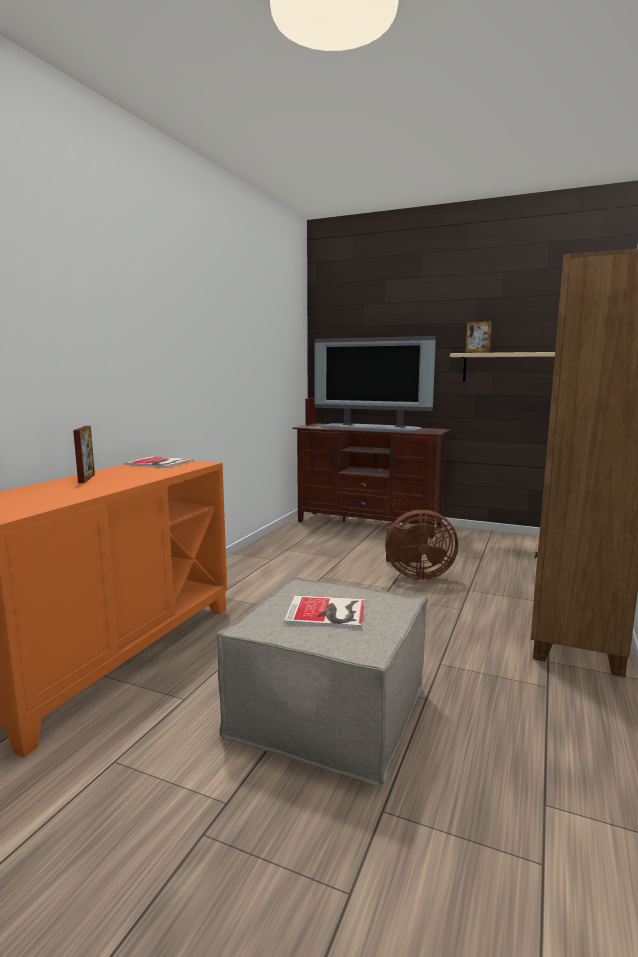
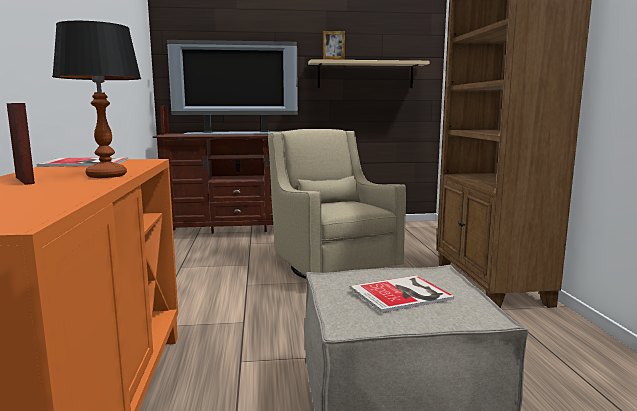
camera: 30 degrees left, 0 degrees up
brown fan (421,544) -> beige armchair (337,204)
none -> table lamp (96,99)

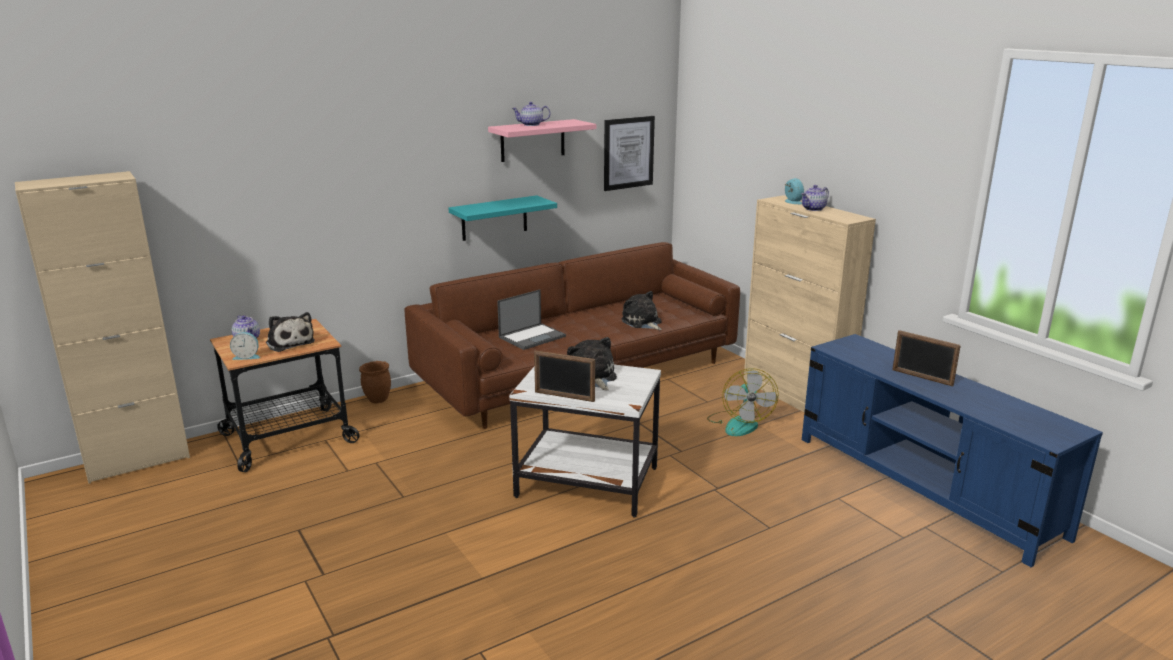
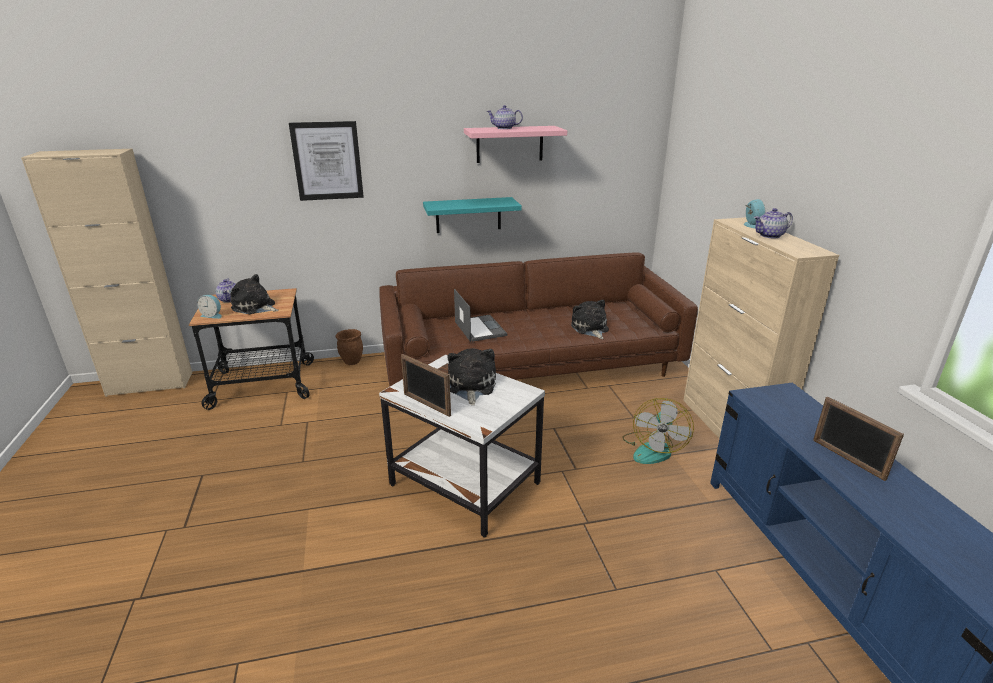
camera: 20 degrees right, 5 degrees up
plush toy (290,332) -> plush toy (254,294), 135 degrees clockwise
laptop (531,320) -> laptop (480,315), 90 degrees counterclockwise
picture (629,153) -> picture (326,161), moved

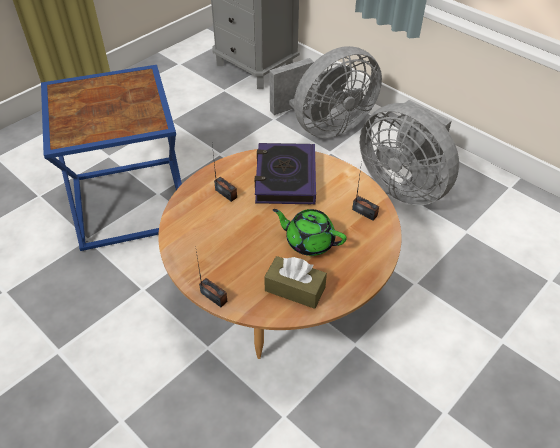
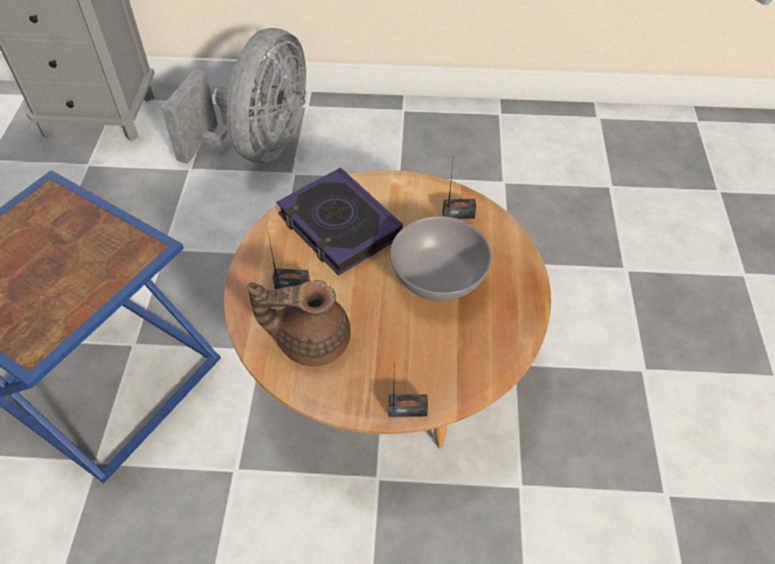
camera: 40 degrees left, 5 degrees up
brown tissue box (295,282) -> none
green teapot (310,232) -> grey bowl (441,258)
grey fan (409,152) -> none
none -> brown teapot (299,323)

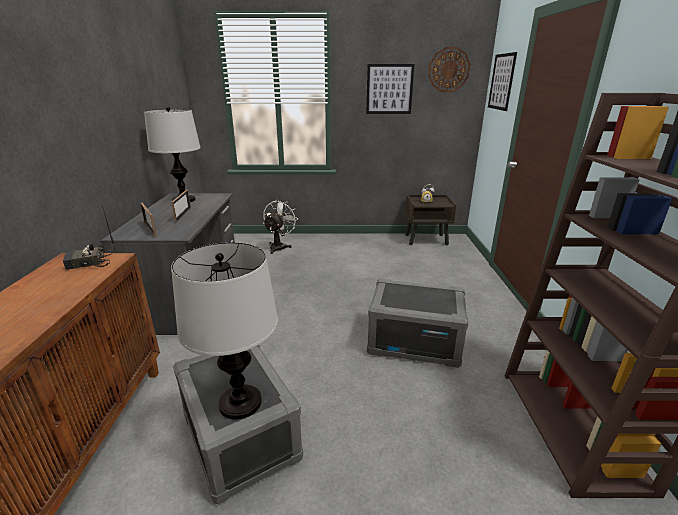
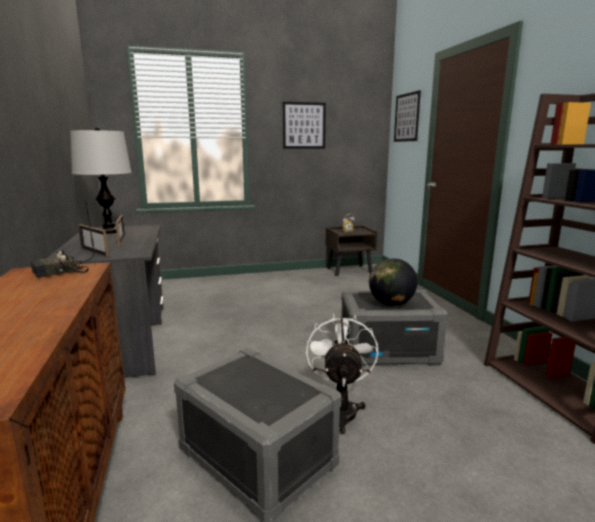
camera: 15 degrees left, 10 degrees down
table lamp (224,331) -> none
white fan (280,227) -> white fan (342,373), moved
wall clock (449,69) -> none
none -> globe (393,282)

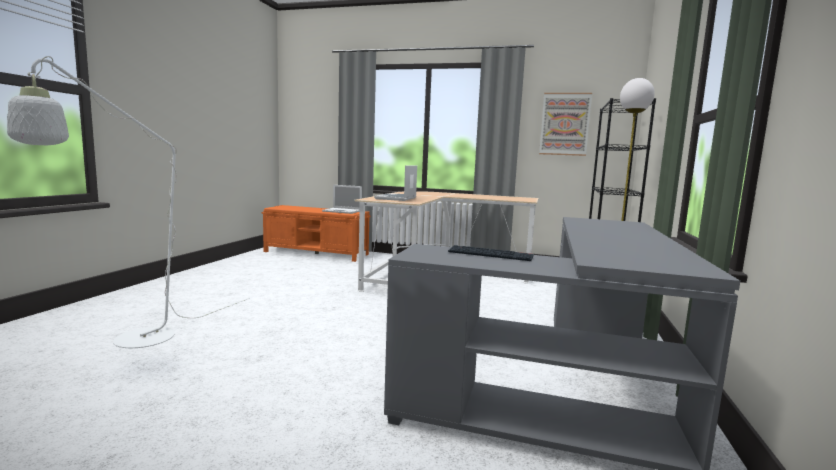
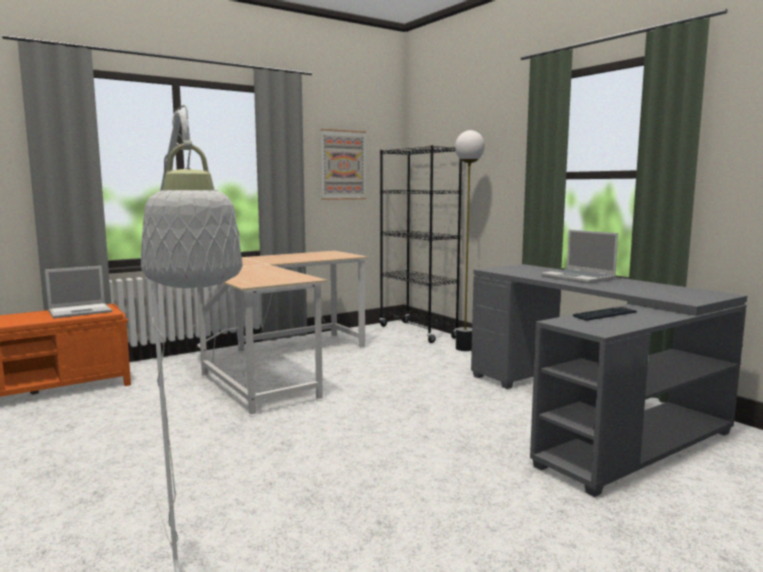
camera: 50 degrees left, 0 degrees up
laptop (395,183) -> laptop (579,257), moved

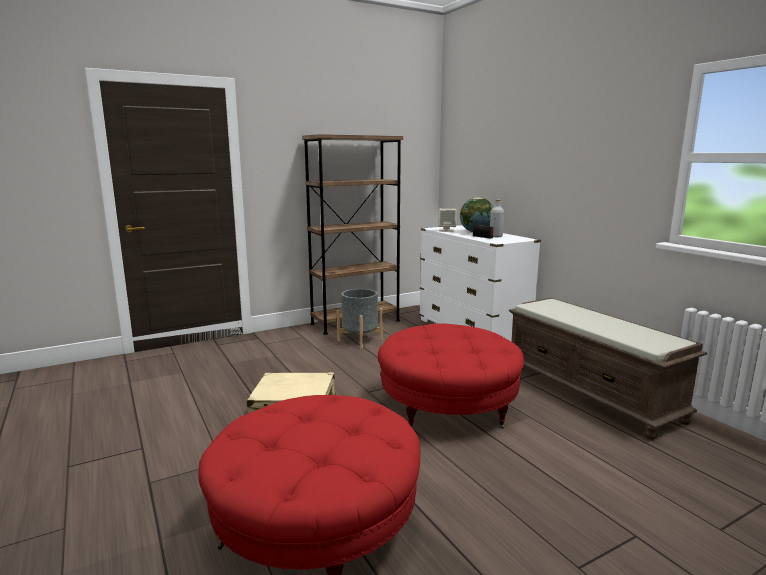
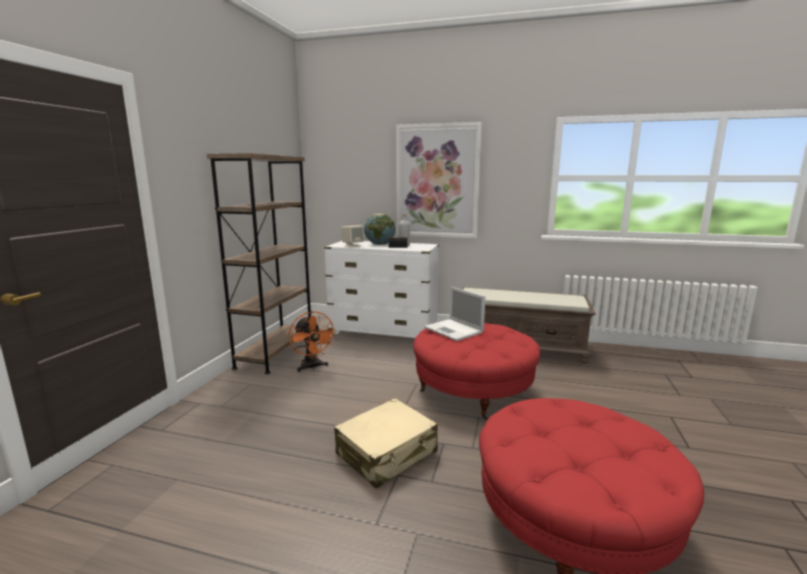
camera: 45 degrees left, 0 degrees up
grey planter (360,319) -> orange fan (312,341)
none -> picture (439,180)
none -> laptop (454,314)

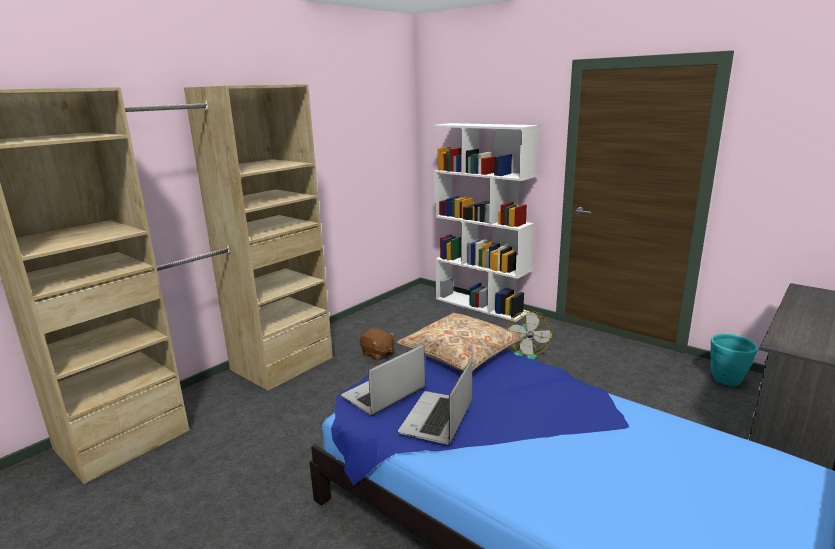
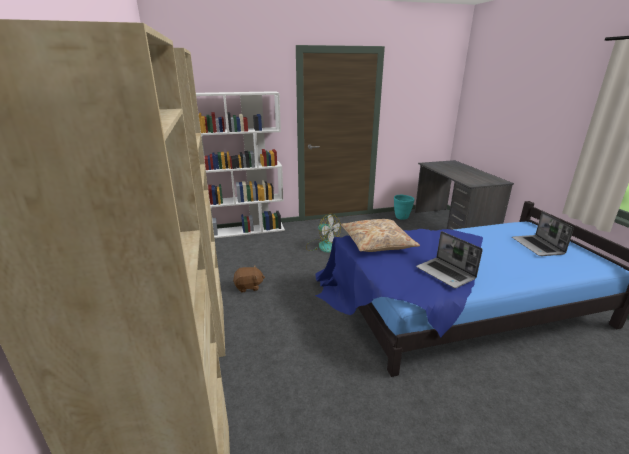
camera: 55 degrees left, 5 degrees up
laptop (383,380) -> laptop (543,234), moved

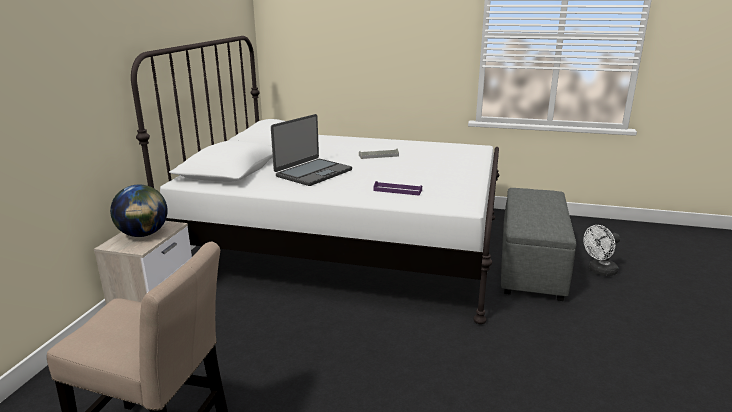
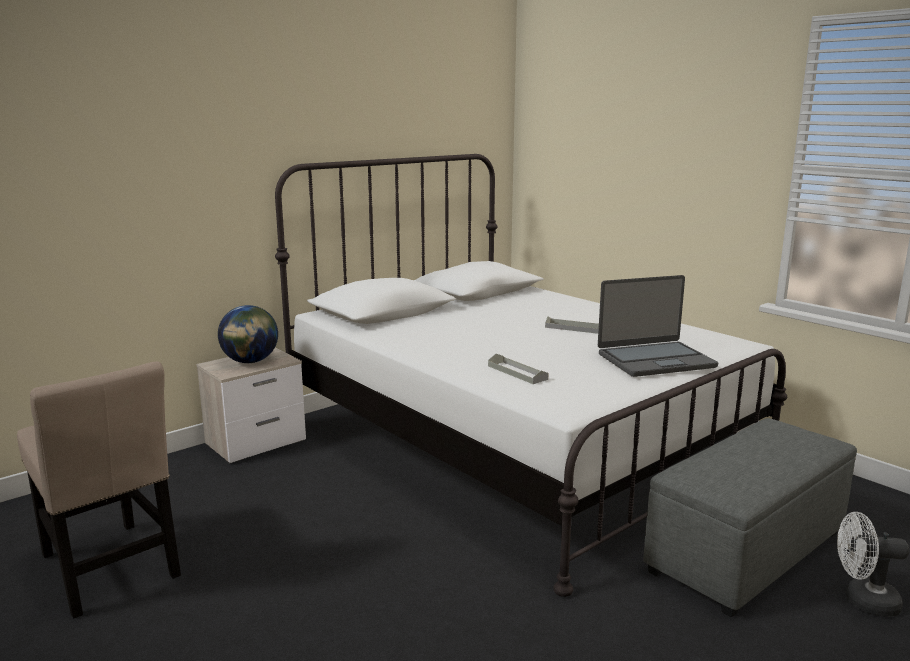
camera: 35 degrees right, 5 degrees down
laptop (311,150) -> laptop (658,326), moved
purple tray (397,188) -> grey tray (518,369)

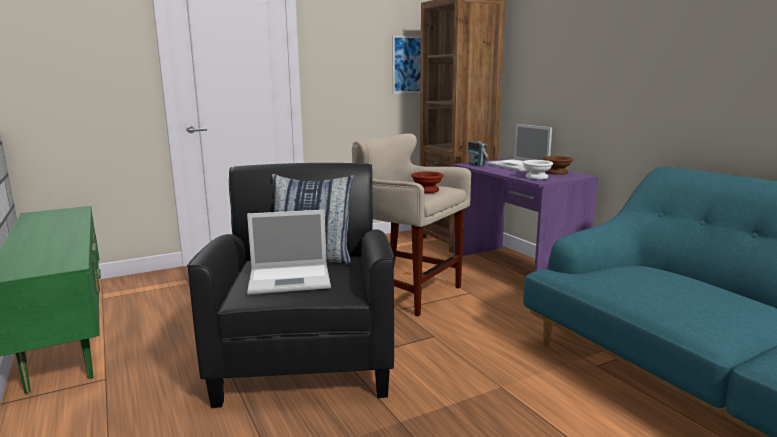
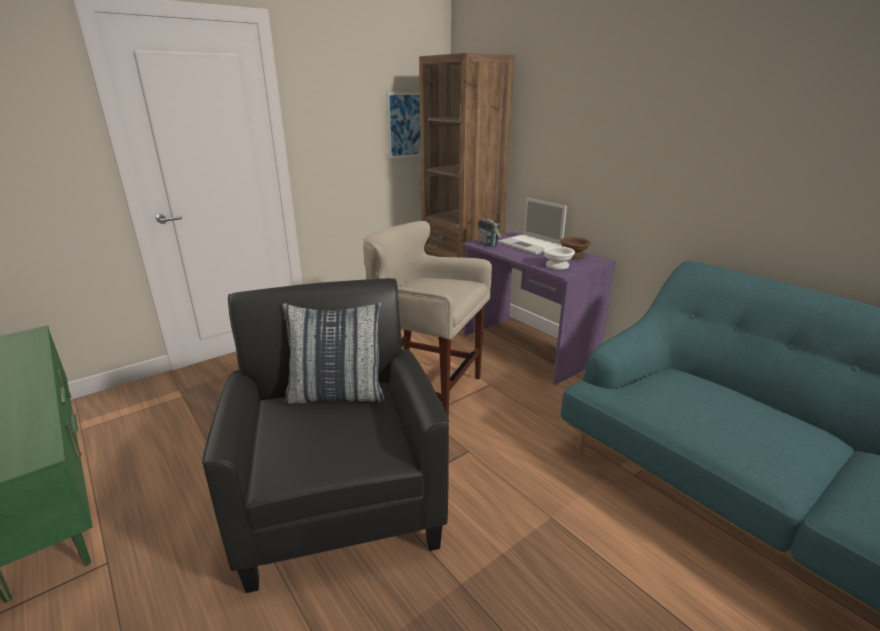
camera: 10 degrees left, 10 degrees up
laptop (289,252) -> none
brown bowl (427,182) -> none

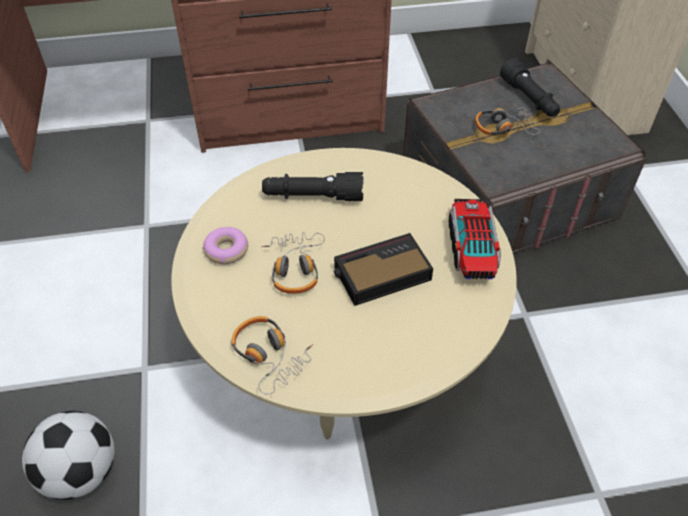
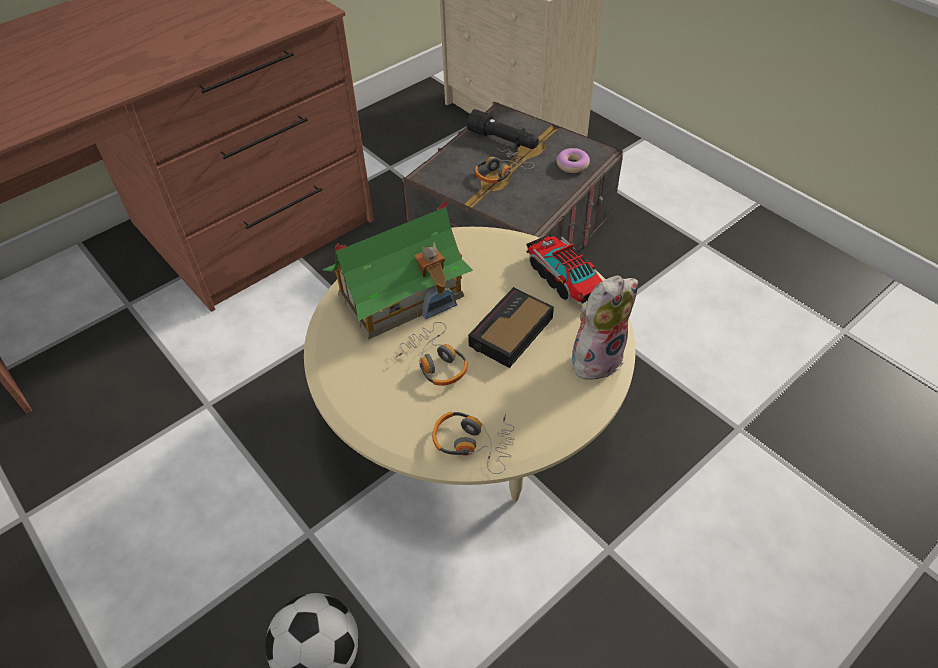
camera: 30 degrees left, 0 degrees up
donut (226,245) -> donut (573,160), moved
black flashlight (312,186) -> toy house (398,270)
none -> plush toy (605,329)

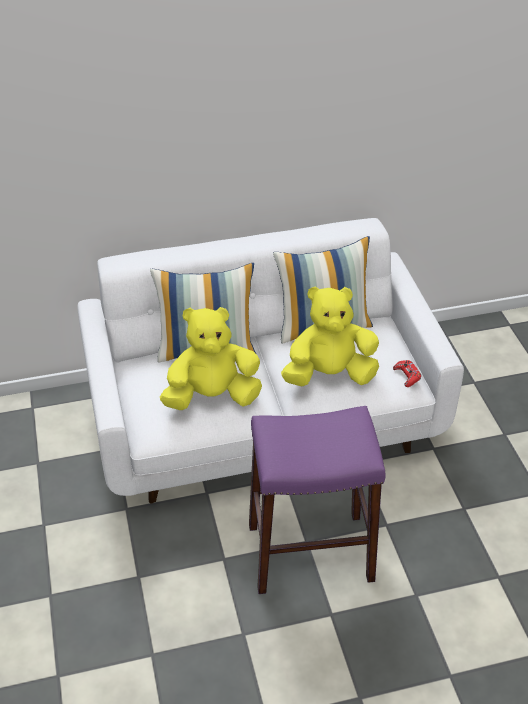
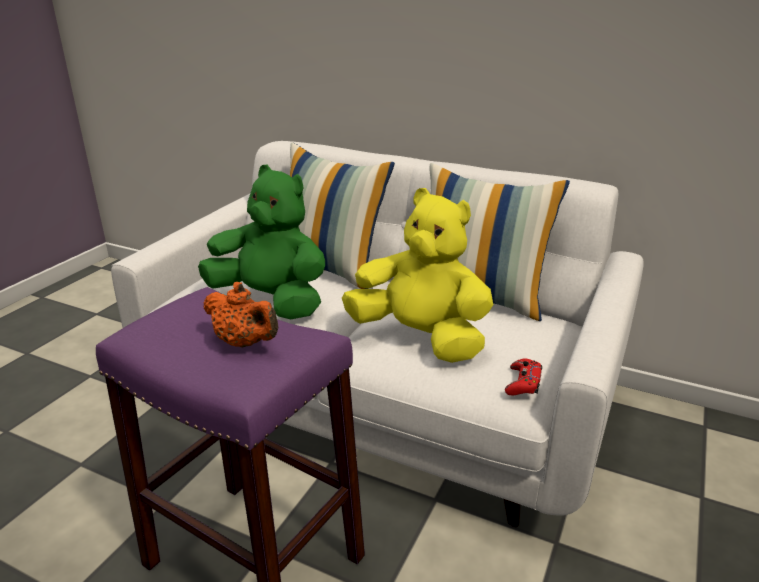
camera: 40 degrees right, 15 degrees down
yellow plush toy (211,358) -> green plush toy (261,242)
none -> orange teapot (240,314)

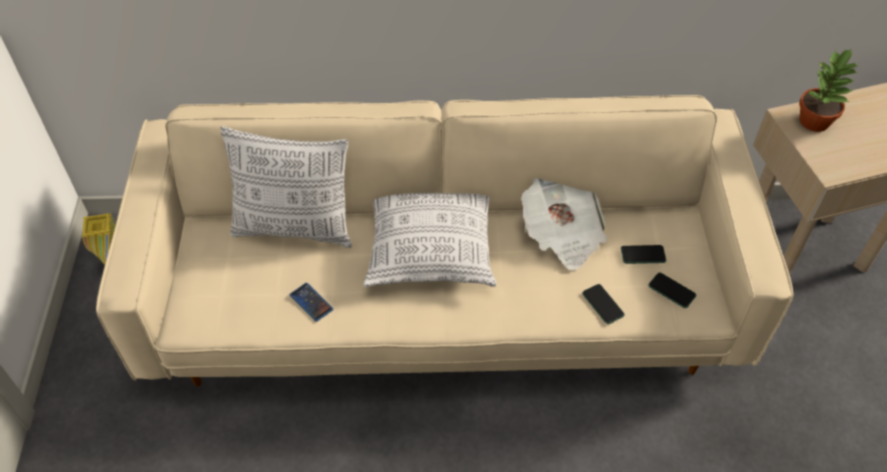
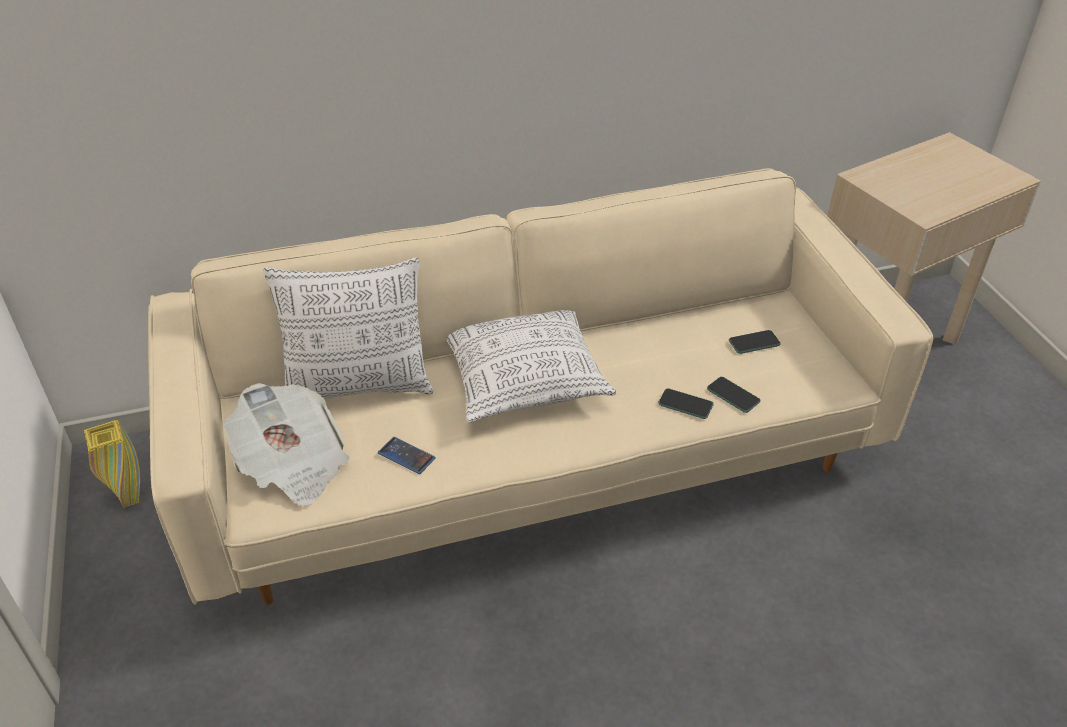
camera: 15 degrees left, 10 degrees down
newspaper (564,224) -> newspaper (287,444), moved
phone (672,290) -> phone (686,403), moved
potted plant (828,90) -> none

